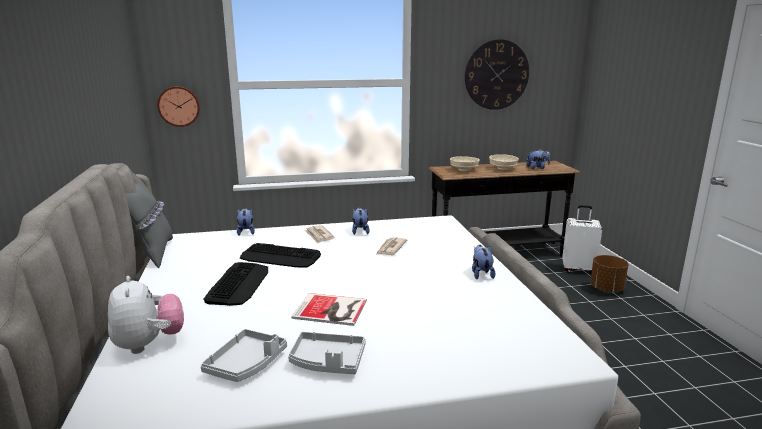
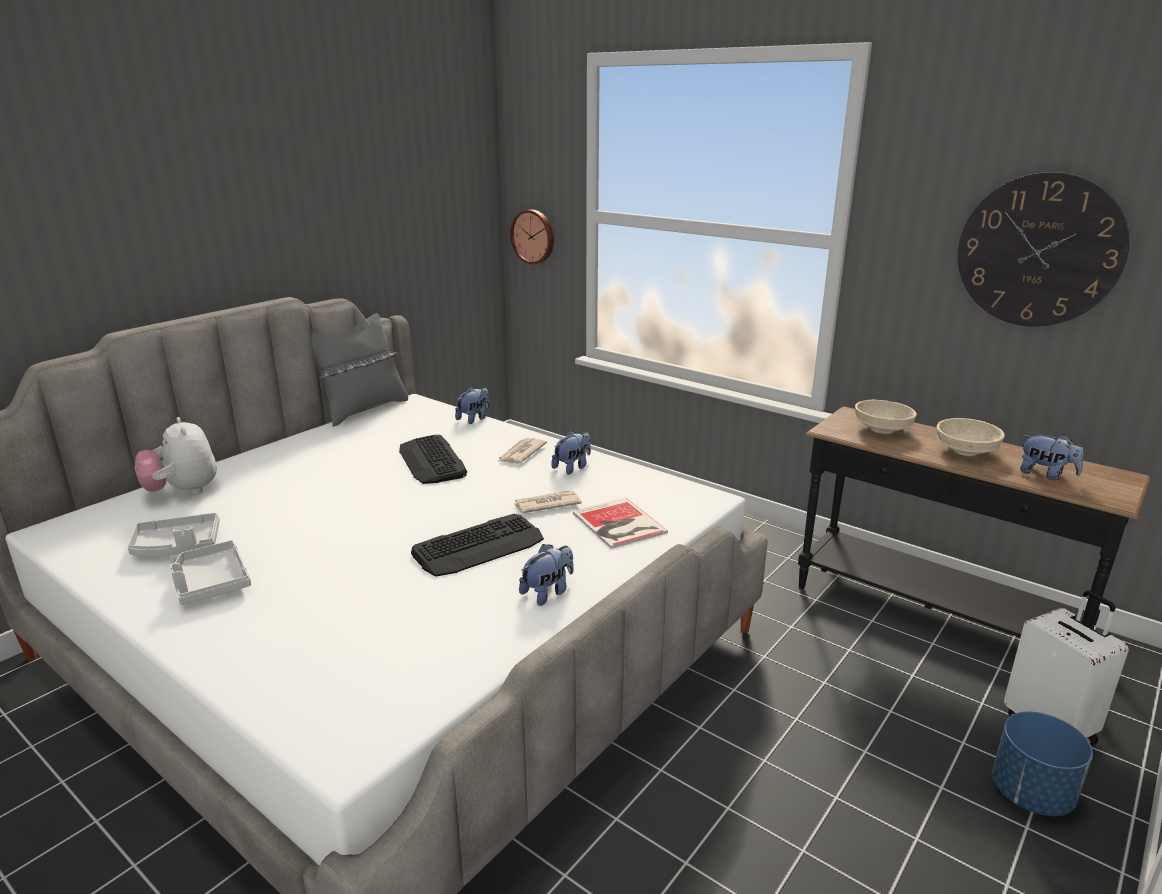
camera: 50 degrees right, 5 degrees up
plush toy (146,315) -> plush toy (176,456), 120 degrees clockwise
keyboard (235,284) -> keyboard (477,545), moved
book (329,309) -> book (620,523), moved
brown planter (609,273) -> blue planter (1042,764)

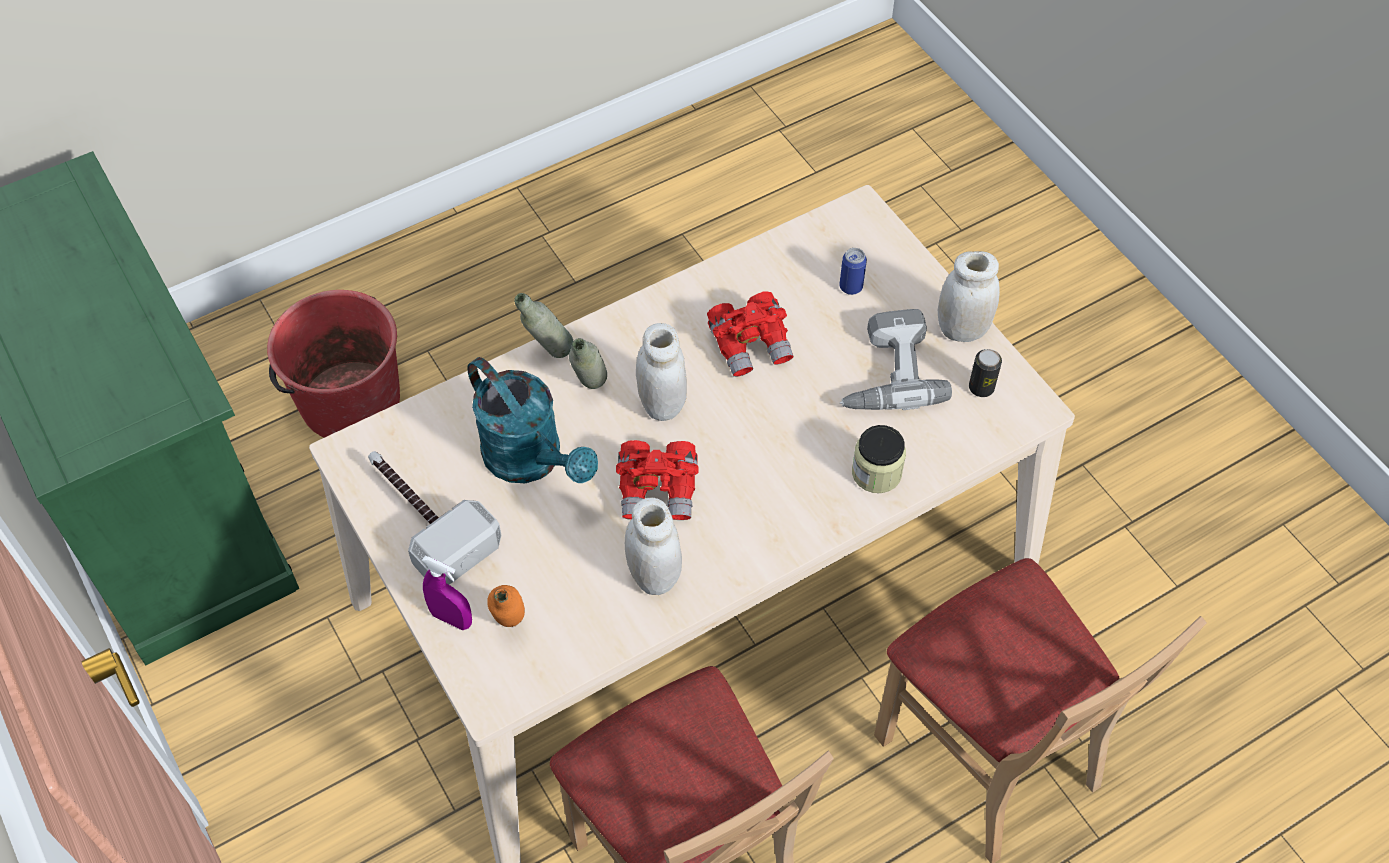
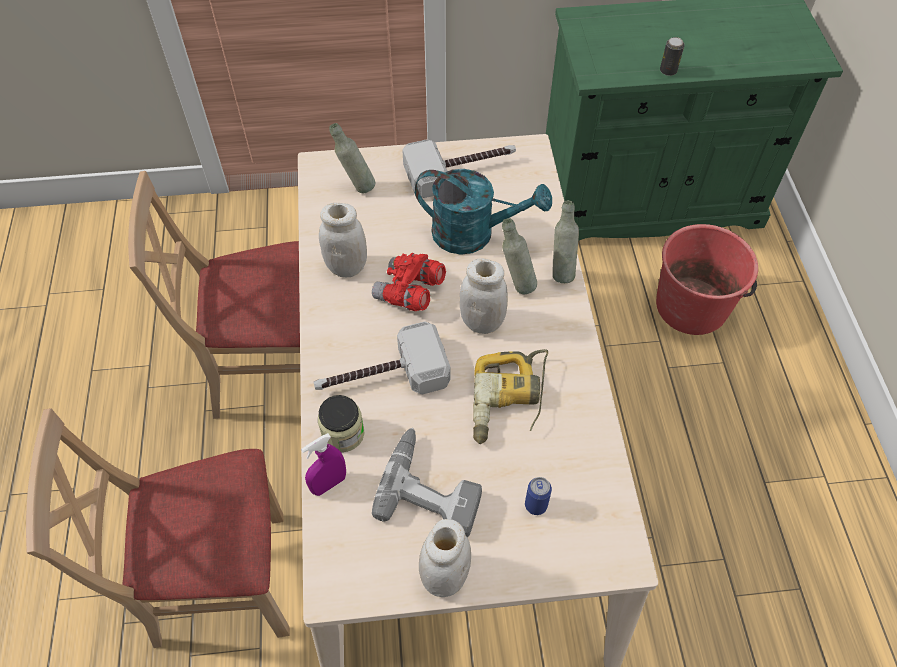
camera: 115 degrees right, 0 degrees up
purple spray bottle (446,593) -> purple spray bottle (323,464), moved
turquoise watering can (532,420) -> turquoise watering can (483,212), 150 degrees counterclockwise
orange bottle (506,606) -> grey bottle (352,158)
red binoculars (750,334) -> power drill (510,396)
can (985,373) -> can (672,56), moved
none -> hammer (381,357)

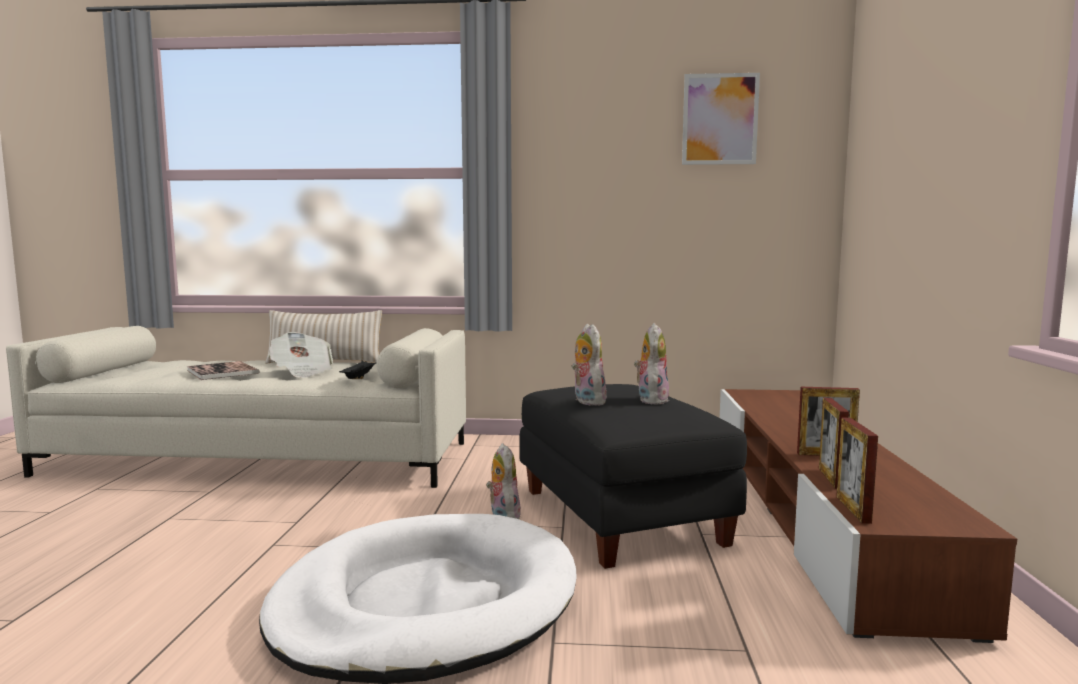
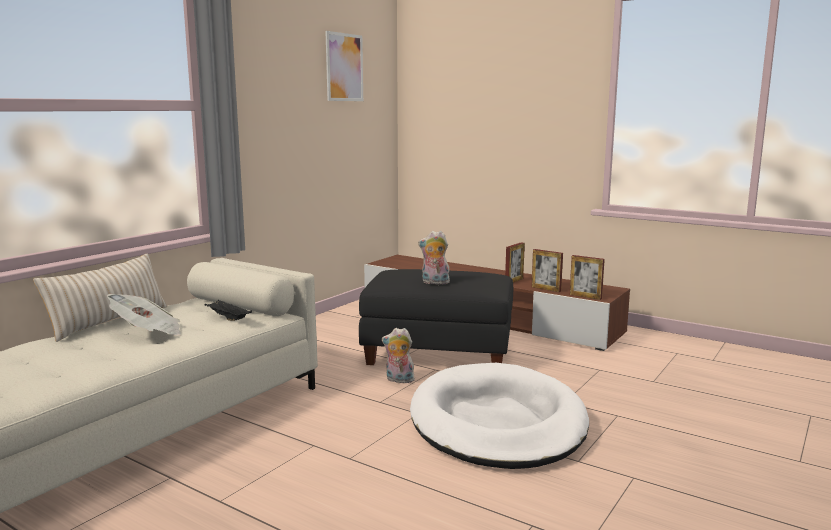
camera: 60 degrees left, 5 degrees up
book (223,370) -> none
plush toy (651,364) -> none

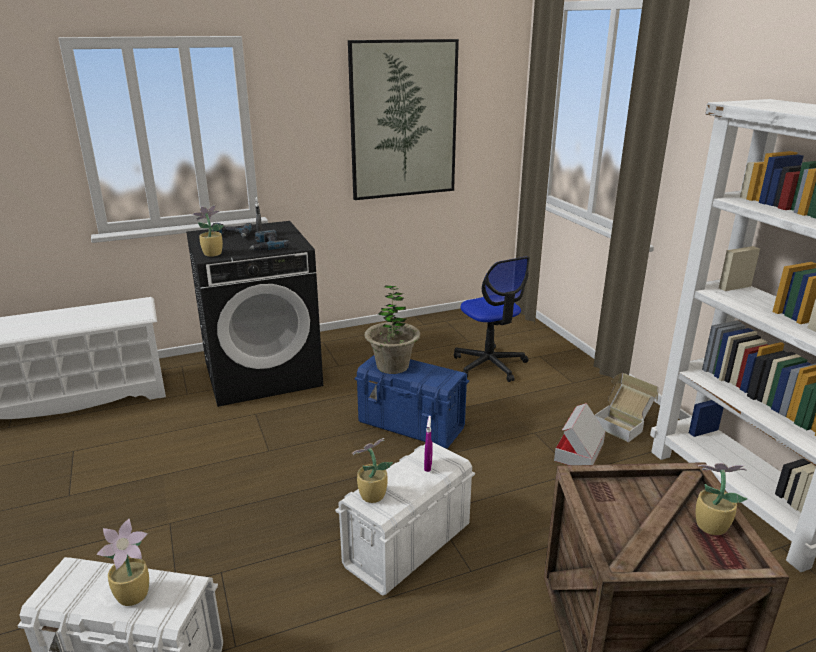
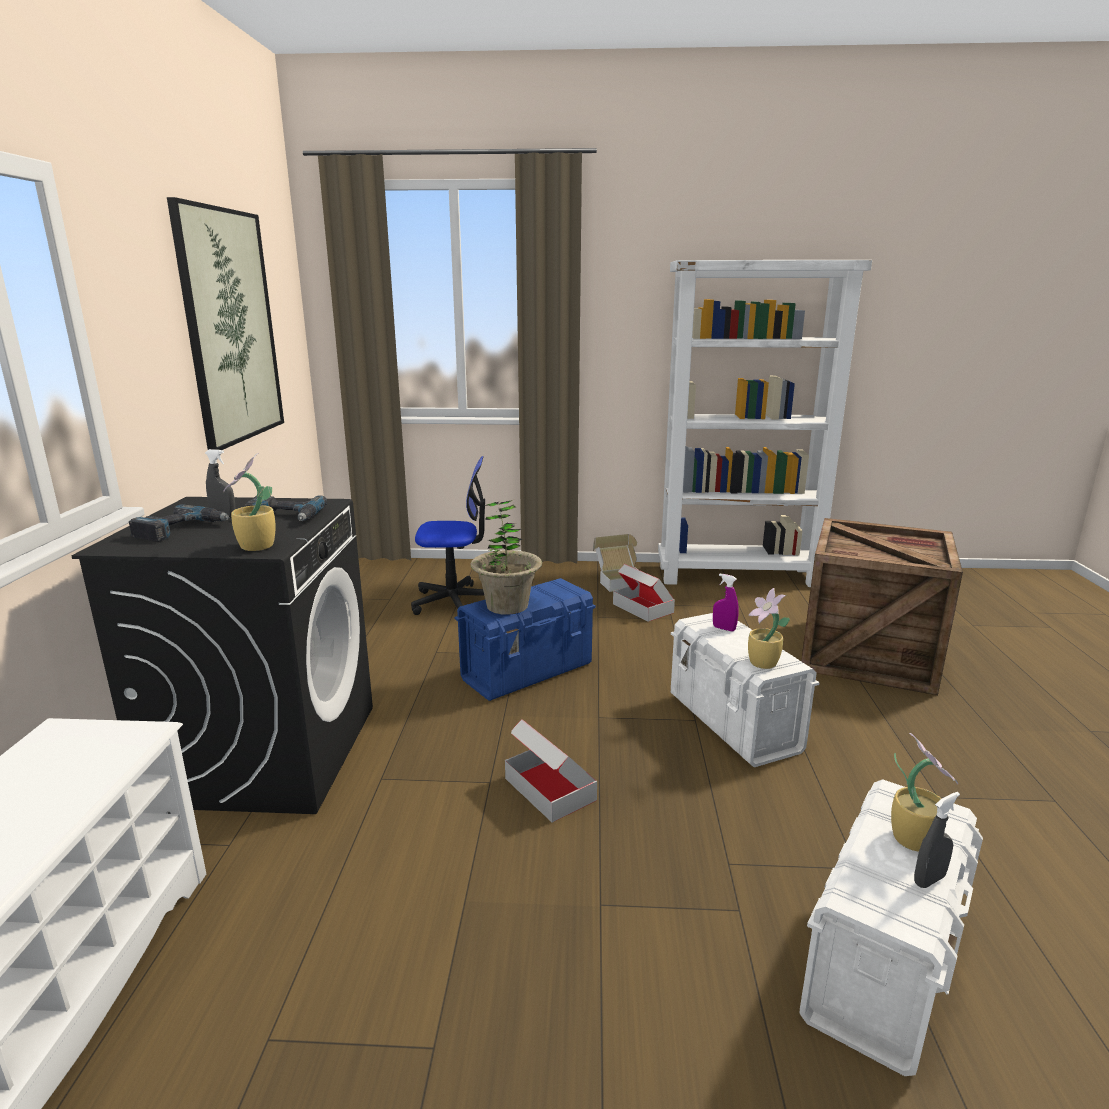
camera: 65 degrees left, 5 degrees down
potted plant (722,499) -> none
none -> cardboard box (551,771)
none -> grey spray bottle (937,840)

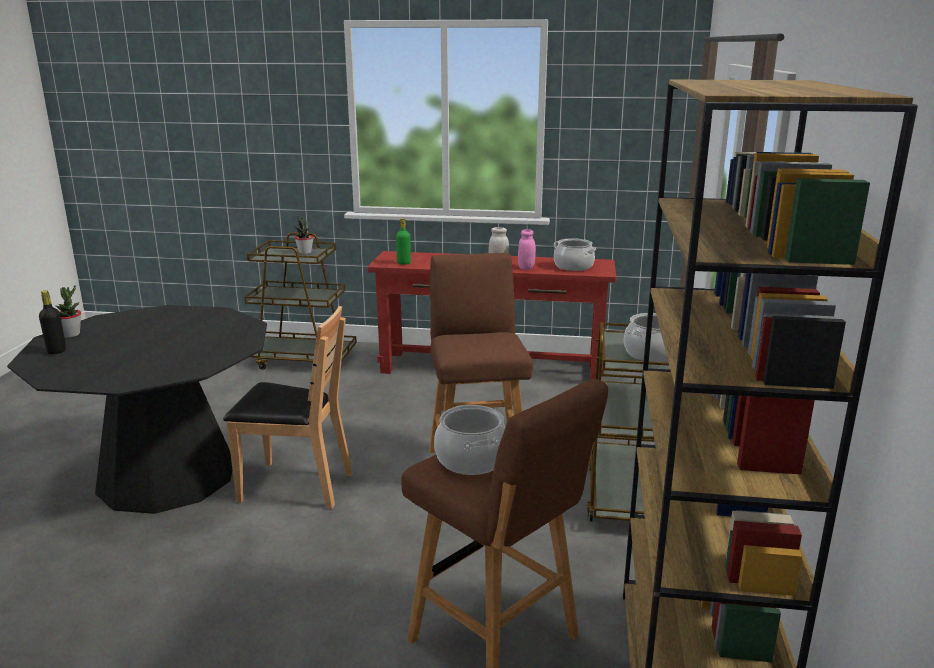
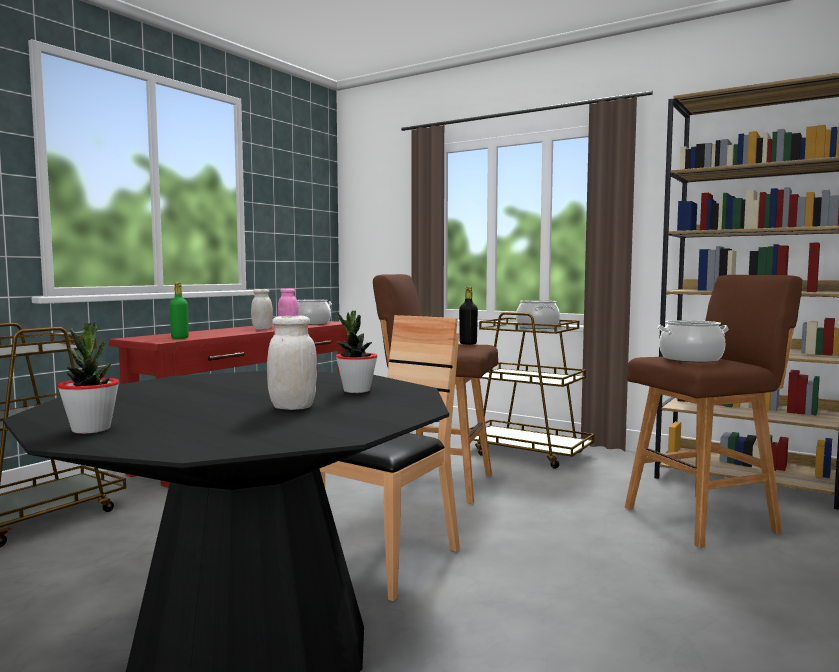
camera: 65 degrees left, 15 degrees down
black bottle (52,322) -> black bottle (468,316), moved
potted plant (304,235) -> potted plant (356,352), moved
none -> white jar (292,363)

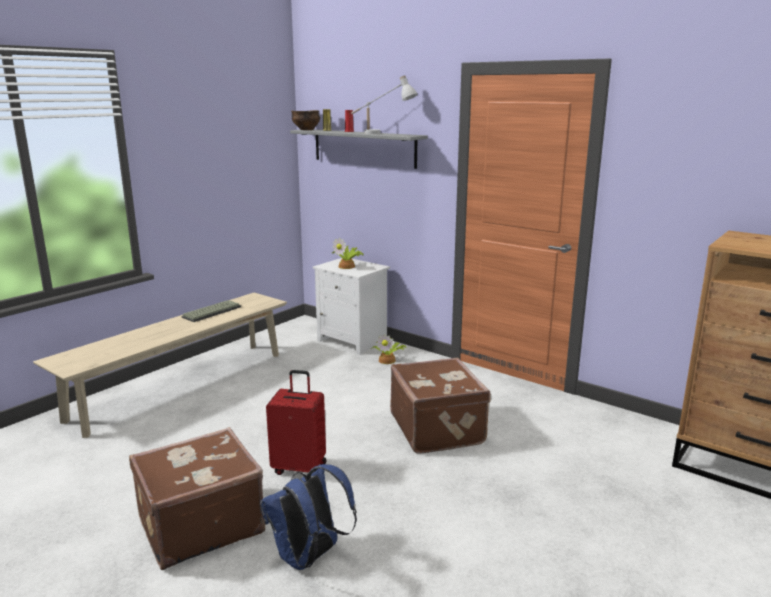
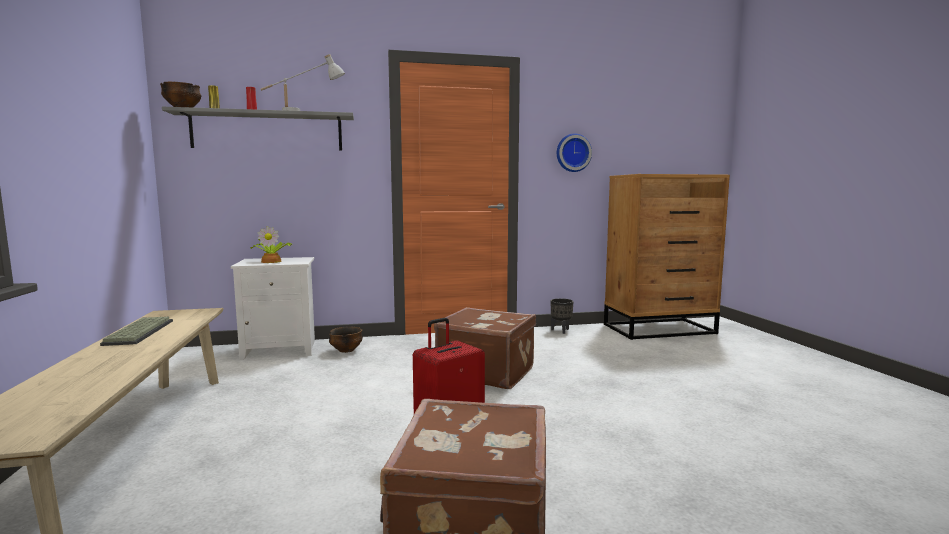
camera: 50 degrees left, 10 degrees down
blue backpack (308,517) -> none
potted plant (389,349) -> bowl (346,340)
none -> black planter (562,316)
none -> wall clock (574,153)

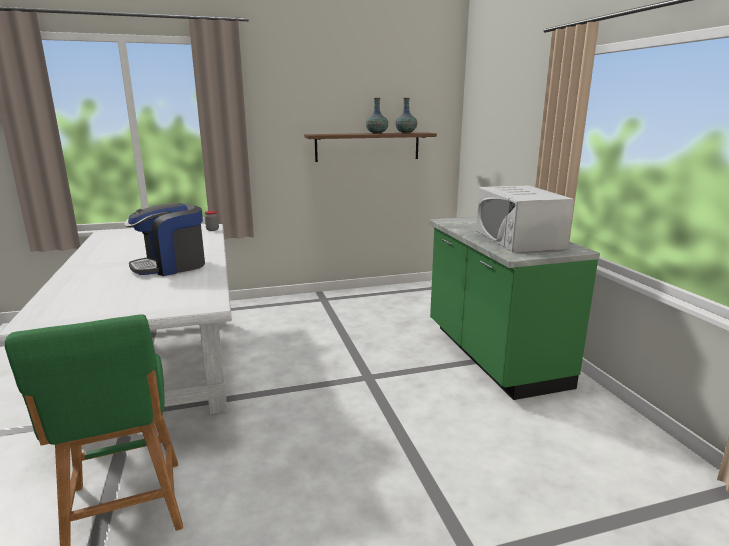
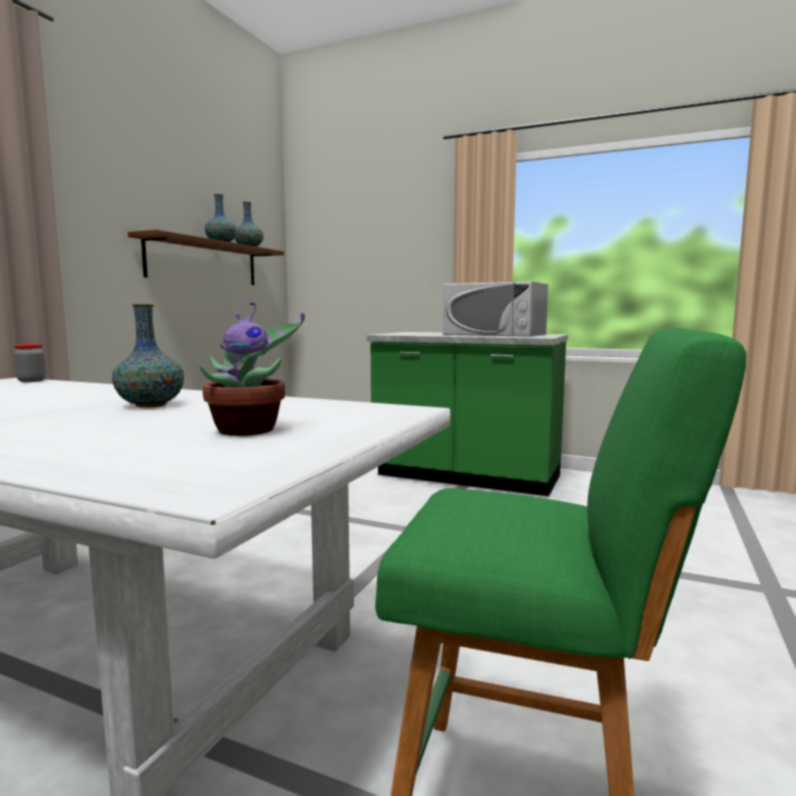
camera: 50 degrees left, 10 degrees down
coffee machine (165,239) -> vase (148,355)
none -> potted plant (252,369)

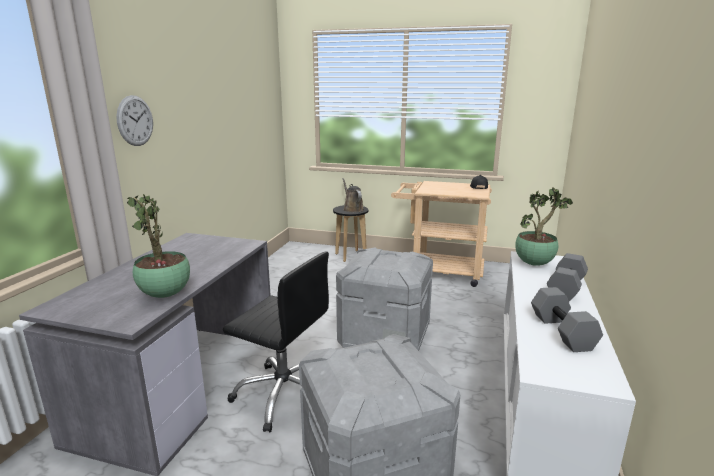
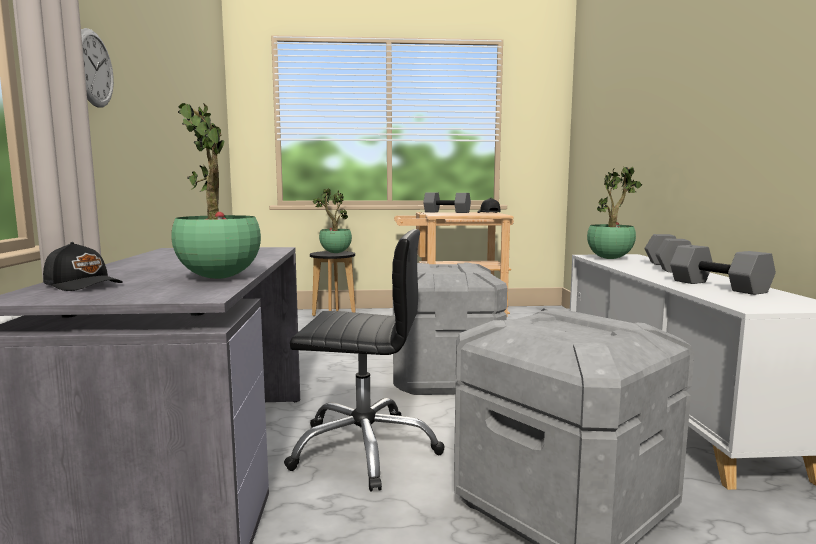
camera: 20 degrees left, 10 degrees down
brown watering can (353,195) -> potted plant (332,220)
none -> black cap (83,266)
none -> grey dumbbell (447,203)

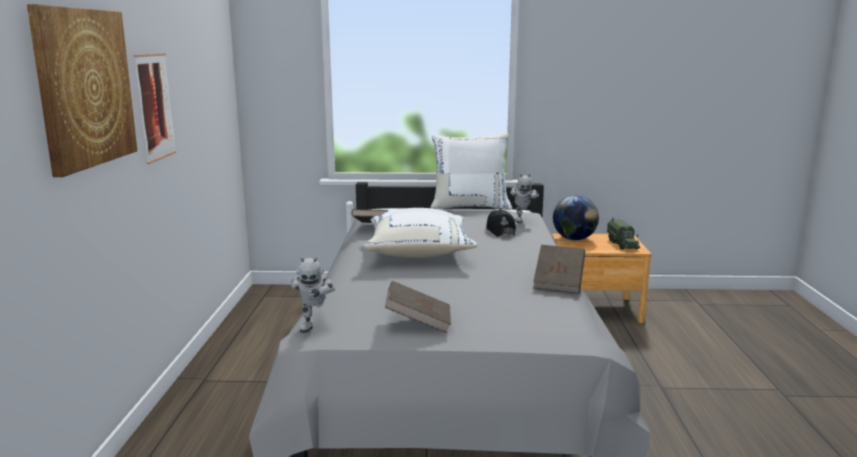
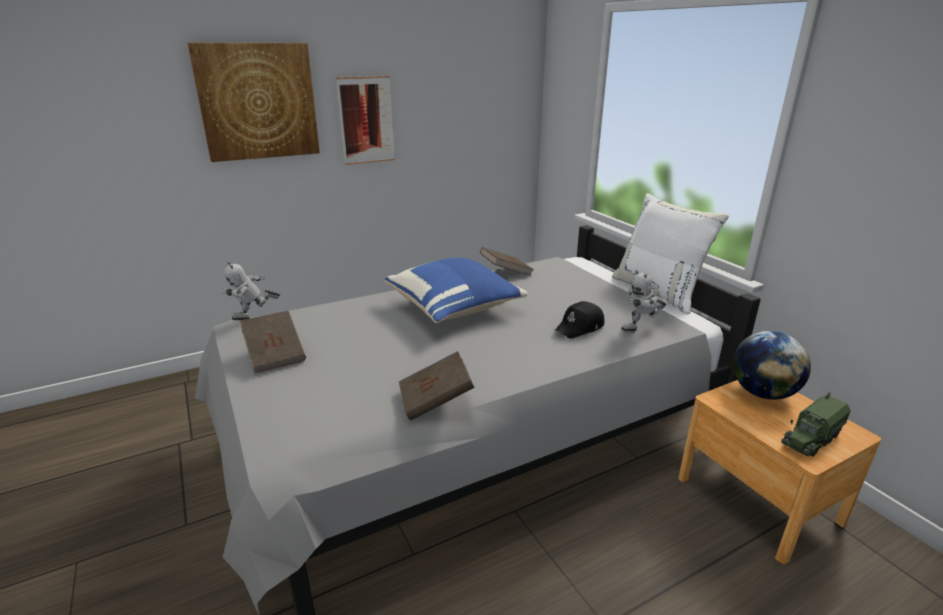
camera: 60 degrees right, 10 degrees up
white pillow (420,233) -> blue pillow (456,290)

